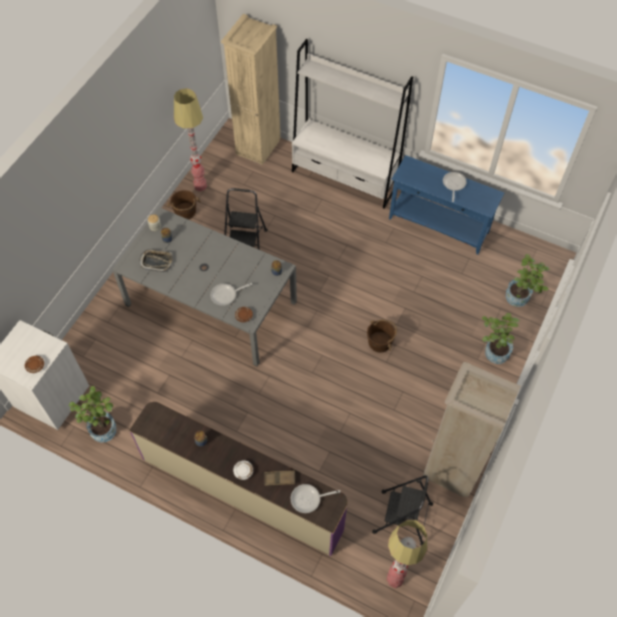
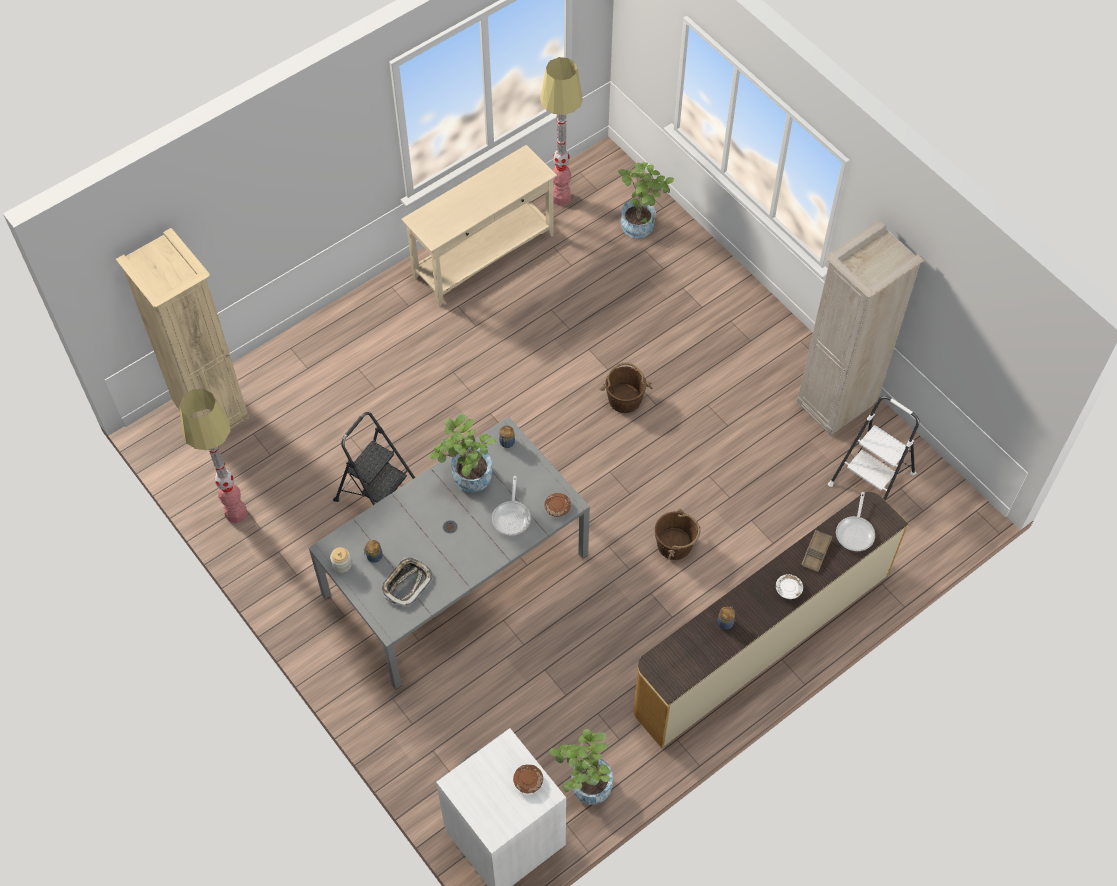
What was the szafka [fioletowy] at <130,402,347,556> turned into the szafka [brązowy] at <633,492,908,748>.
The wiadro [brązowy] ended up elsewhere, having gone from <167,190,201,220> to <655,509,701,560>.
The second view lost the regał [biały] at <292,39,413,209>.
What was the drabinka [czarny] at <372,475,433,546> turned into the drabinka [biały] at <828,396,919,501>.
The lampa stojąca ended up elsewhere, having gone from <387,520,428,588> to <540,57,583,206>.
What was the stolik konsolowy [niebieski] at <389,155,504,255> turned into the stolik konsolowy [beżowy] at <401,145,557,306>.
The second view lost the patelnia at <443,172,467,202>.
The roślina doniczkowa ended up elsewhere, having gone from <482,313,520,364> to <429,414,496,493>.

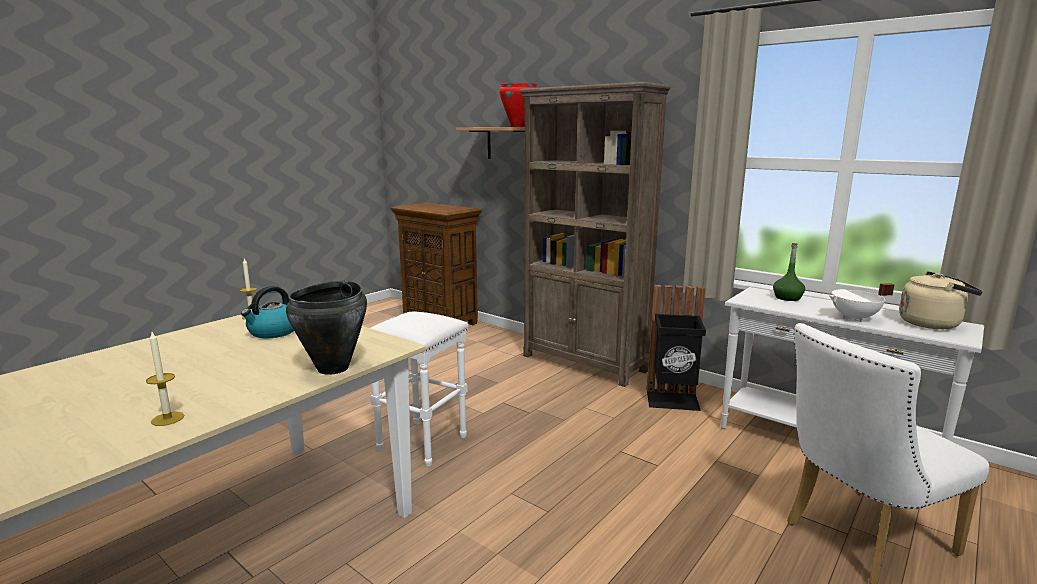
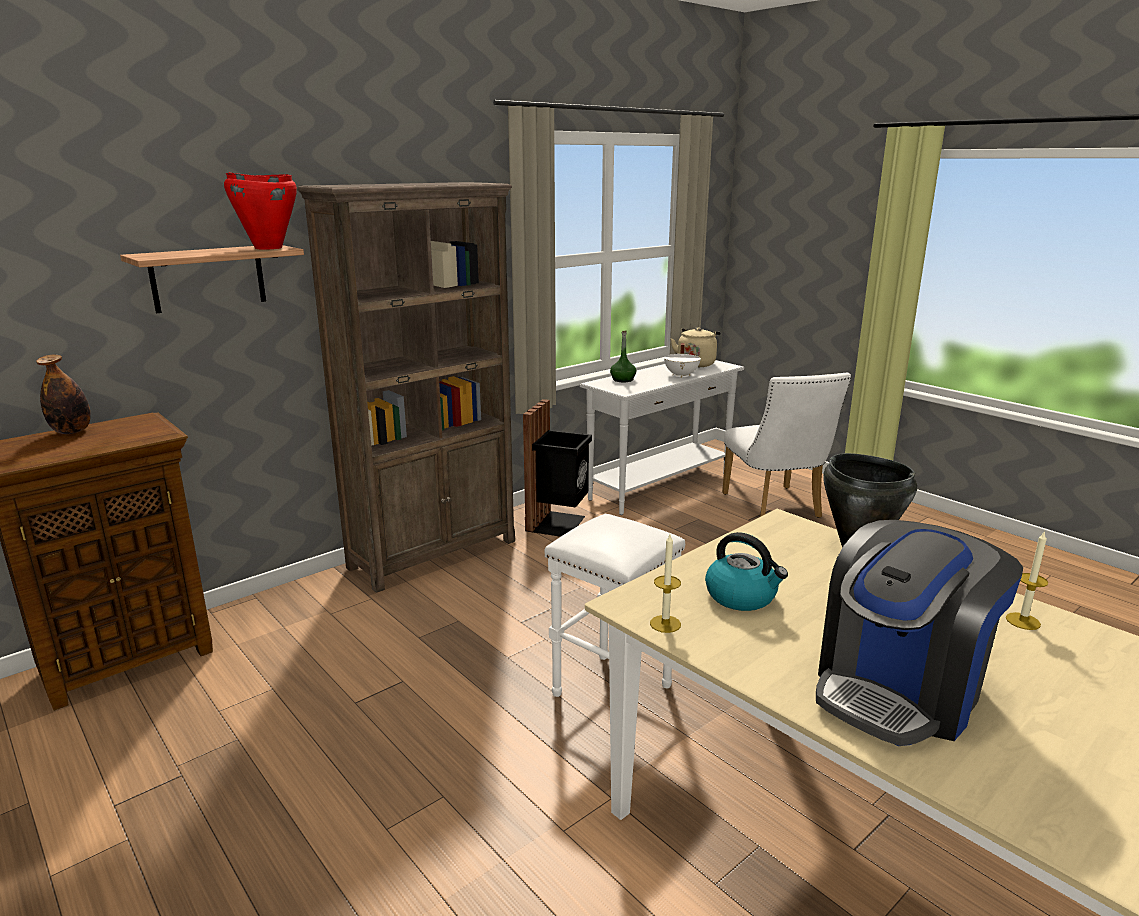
The second view gained the butelka at <36,355,91,434>.
The second view gained the ekspres do kawy at <816,520,1023,746>.

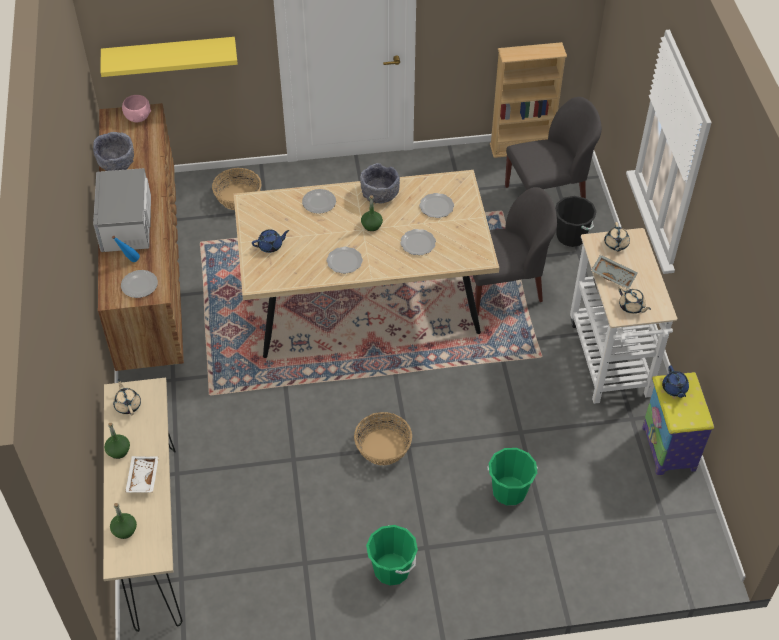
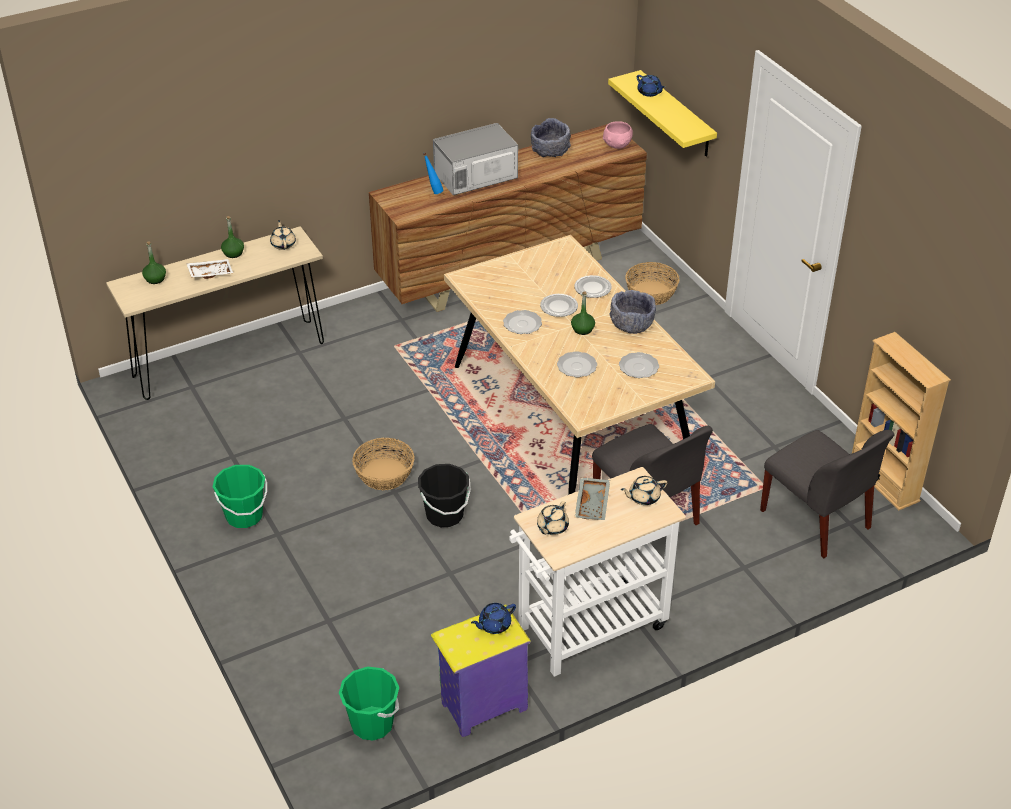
The imbryk [beżowy] at <113,379,141,415> ended up facing another way, 60 degrees counterclockwise from before.
The talerz ended up elsewhere, having gone from <121,270,158,298> to <540,294,578,317>.
The imbryk [niebieski] ended up elsewhere, having gone from <252,229,289,253> to <637,75,665,97>.
The wiadro [zielony] ended up elsewhere, having gone from <487,448,538,506> to <339,667,399,740>.
The wiadro [czarny] ended up elsewhere, having gone from <555,196,597,247> to <418,464,471,527>.

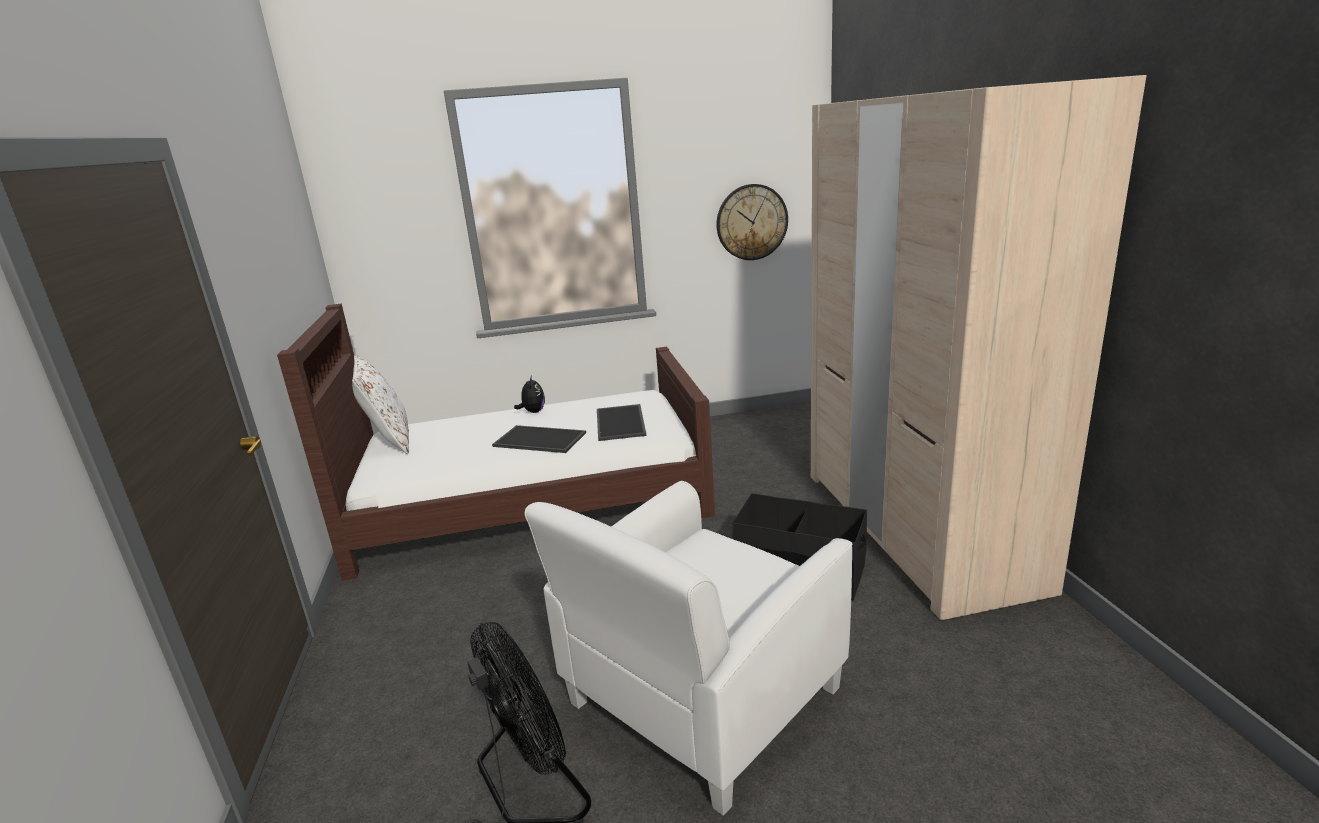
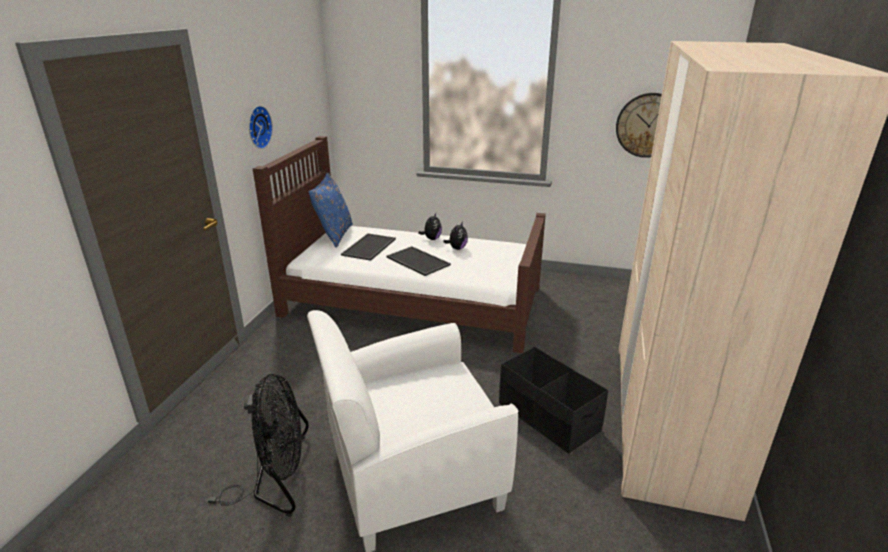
What was the poduszka [biały] at <352,354,409,454> turned into the poduszka [niebieski] at <309,173,353,248>.
The taca ended up elsewhere, having gone from <597,404,646,441> to <341,233,396,261>.
The second view gained the zegar ścienny at <249,106,273,149>.
The second view gained the pluszak at <443,222,468,250>.

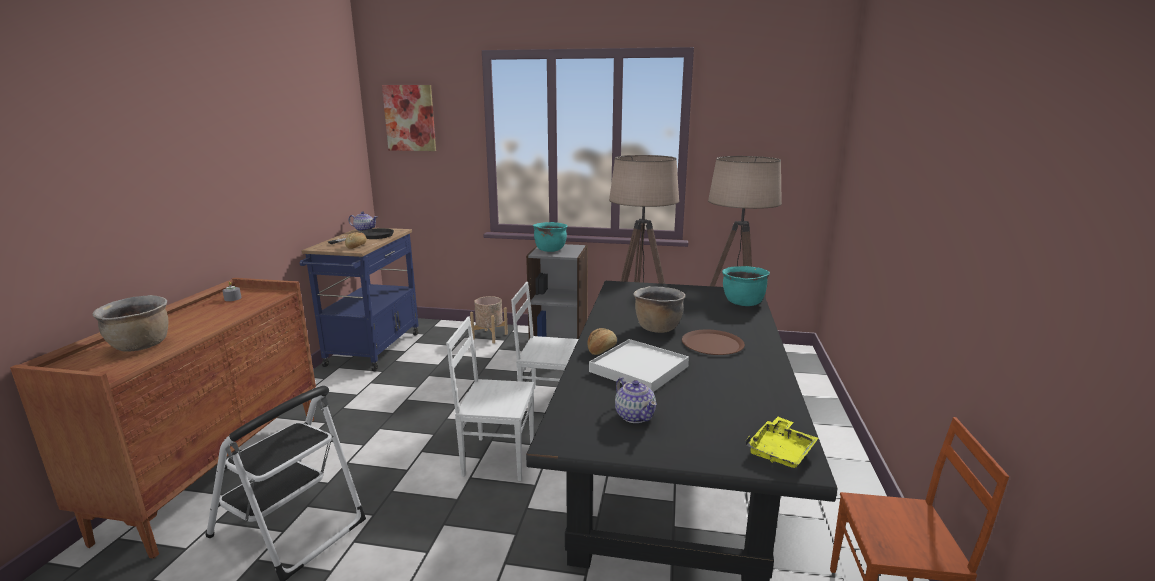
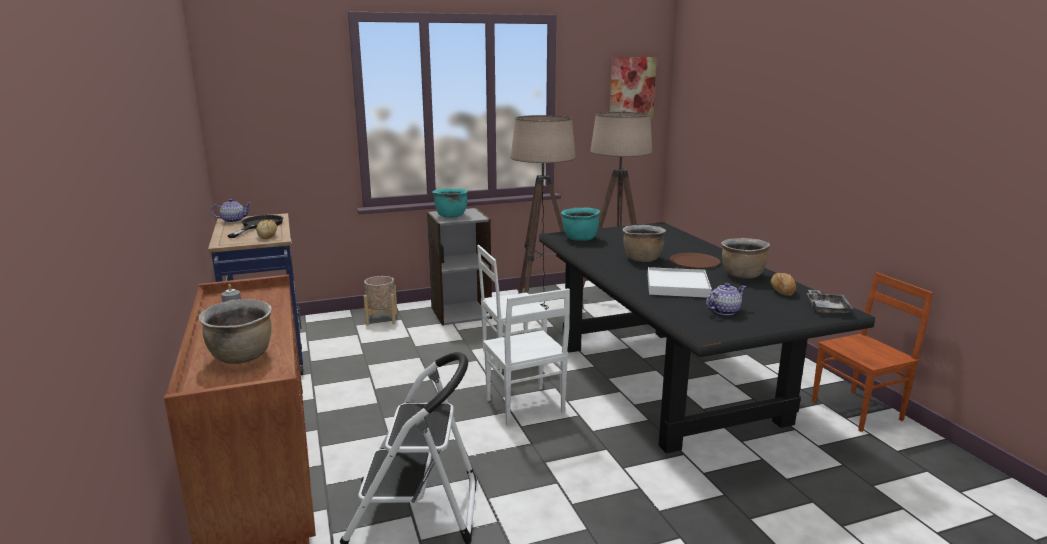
The obraz ended up elsewhere, having gone from <382,85,436,151> to <610,57,657,119>.
The krzesło [biały] at <446,317,534,481> ended up facing another way, 90 degrees counterclockwise from before.
The chleb ended up elsewhere, having gone from <587,328,617,355> to <770,273,796,296>.
The imbryk at <615,377,657,423> ended up facing another way, 60 degrees counterclockwise from before.
The garnek [turkusowy] ended up elsewhere, having gone from <722,266,770,306> to <561,208,600,241>.
What was the taca [żółty] at <746,417,819,468> turned into the taca [szary] at <807,290,854,314>.
The second view gained the garnek [brązowy] at <721,238,770,279>.

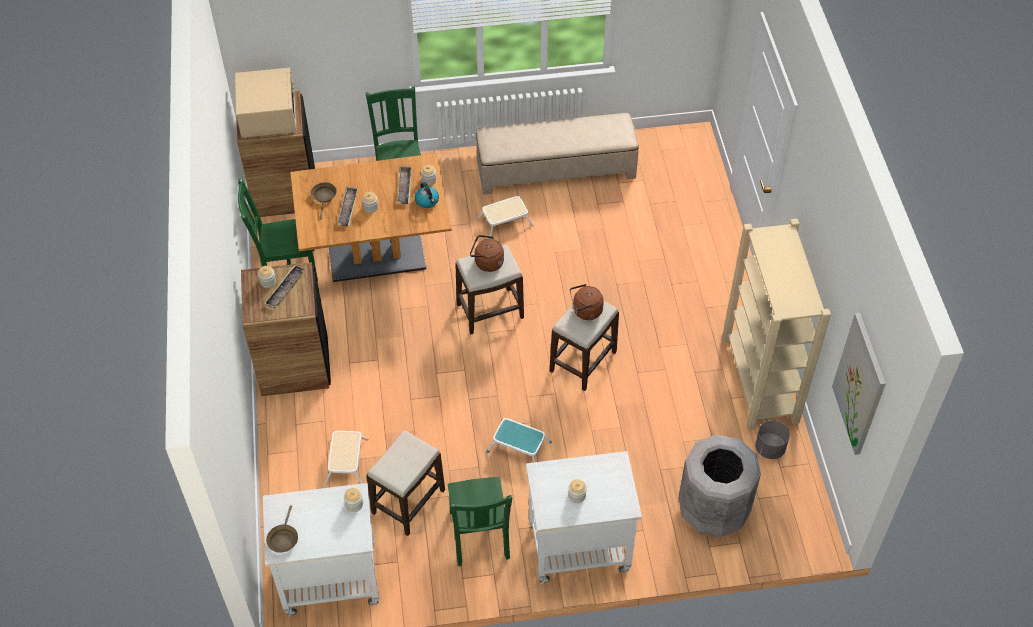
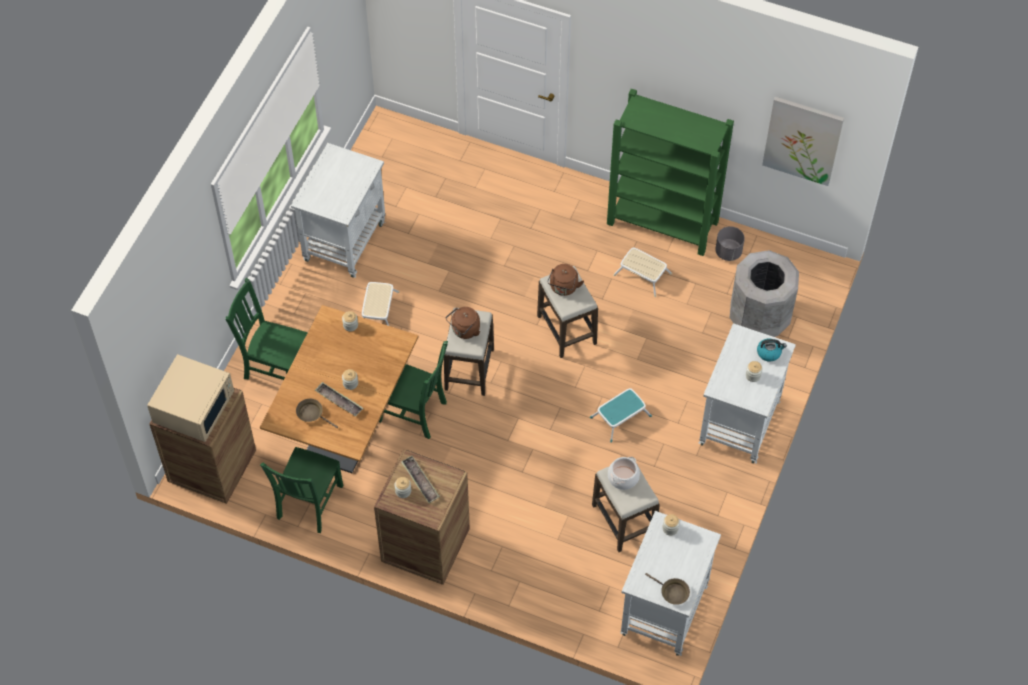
The mikrofalówka [beżowy] at <235,68,297,138> ended up facing another way, 90 degrees clockwise from before.
The drabinka [beżowy] ended up elsewhere, having gone from <324,431,369,486> to <613,247,672,297>.
The second view lost the taca at <397,166,412,204>.
The czajnik ended up elsewhere, having gone from <415,182,439,208> to <757,338,787,362>.
The krzesło [zielony] ended up elsewhere, having gone from <448,477,512,566> to <379,341,448,439>.
Where the ławka [beżowy] stood at <476,113,639,195>, the wózek [biały] came to stand at <291,143,385,278>.
What was the regał [beżowy] at <722,219,831,430> turned into the regał [zielony] at <607,89,734,256>.
The second view gained the garnek at <608,457,640,490>.

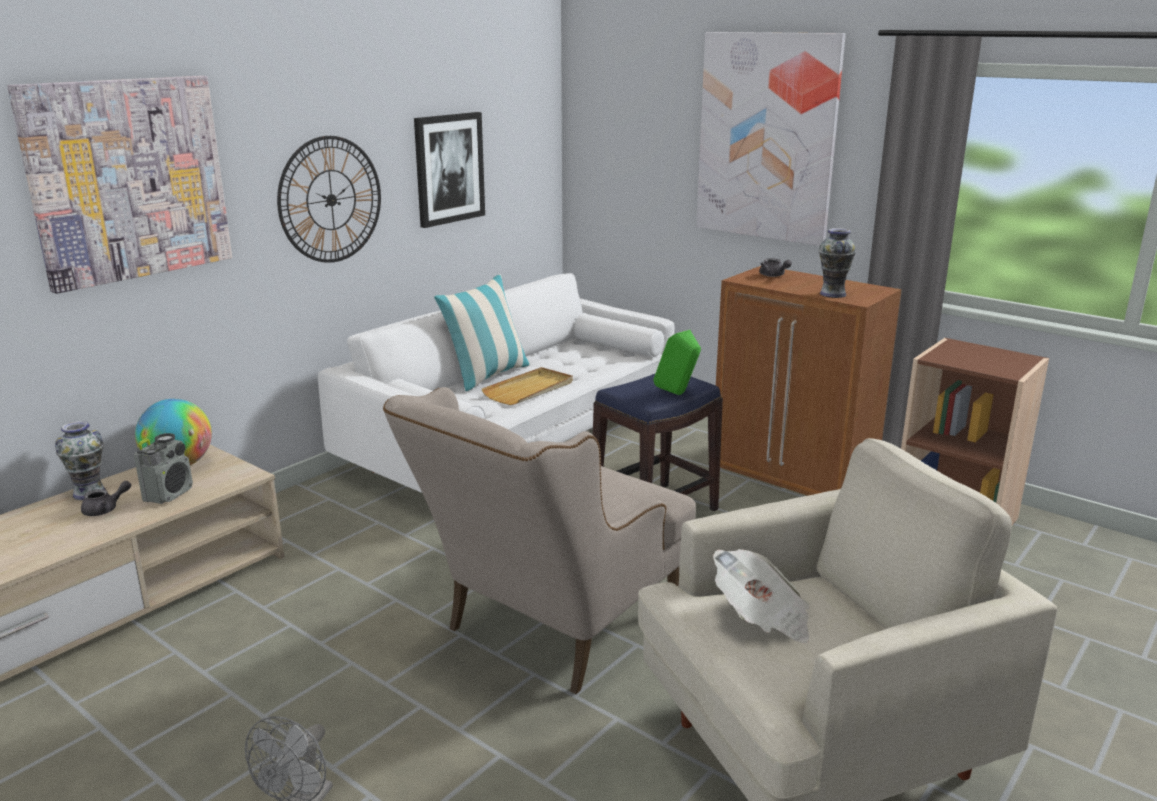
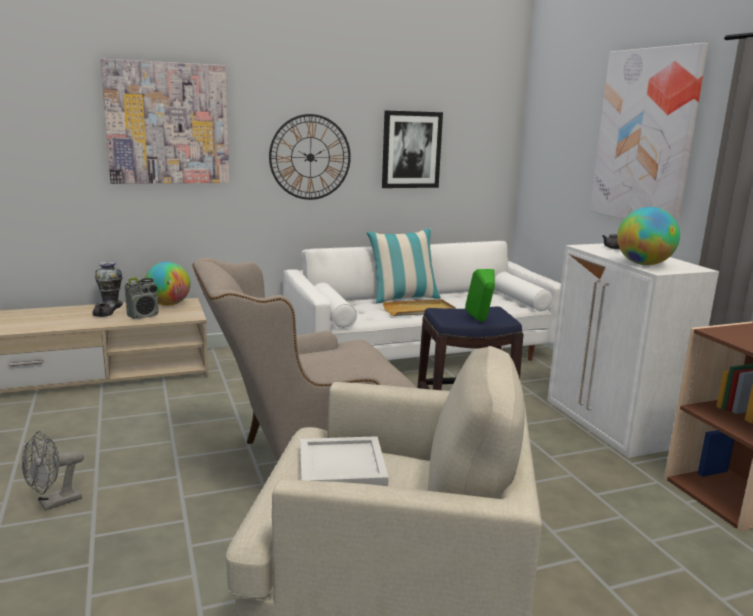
Where the gazeta stood at <713,549,810,644>, the taca [biały] came to stand at <300,436,389,486>.
What was the szafka [brązowy] at <716,266,902,496> turned into the szafka [biały] at <547,243,719,458>.
Where the wazon stood at <818,228,856,298>, the globus came to stand at <617,207,680,265>.

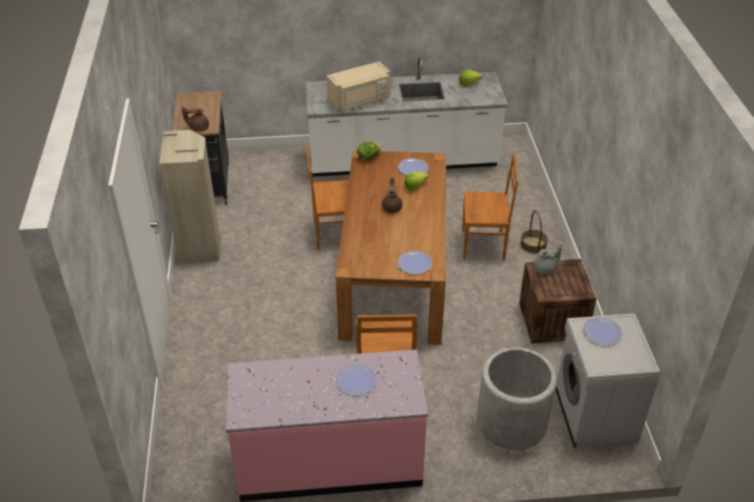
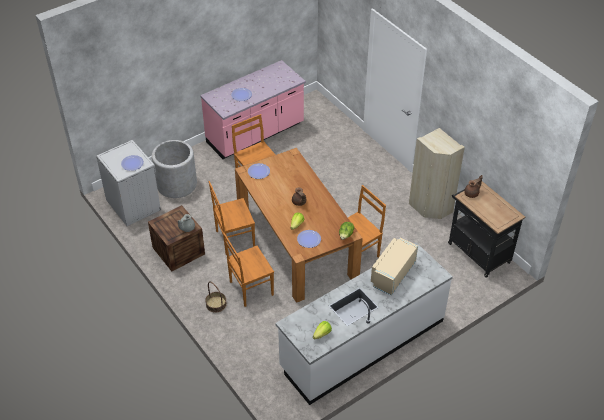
The second view gained the krzesło [brązowy] at <209,181,255,255>.

